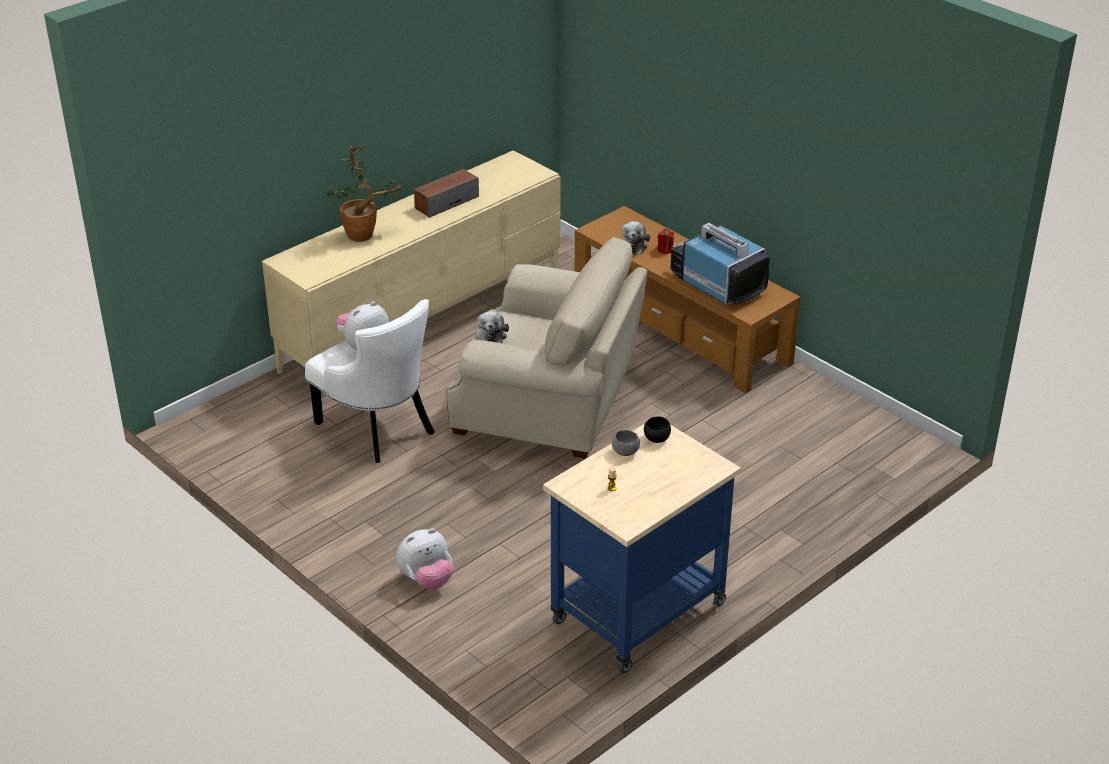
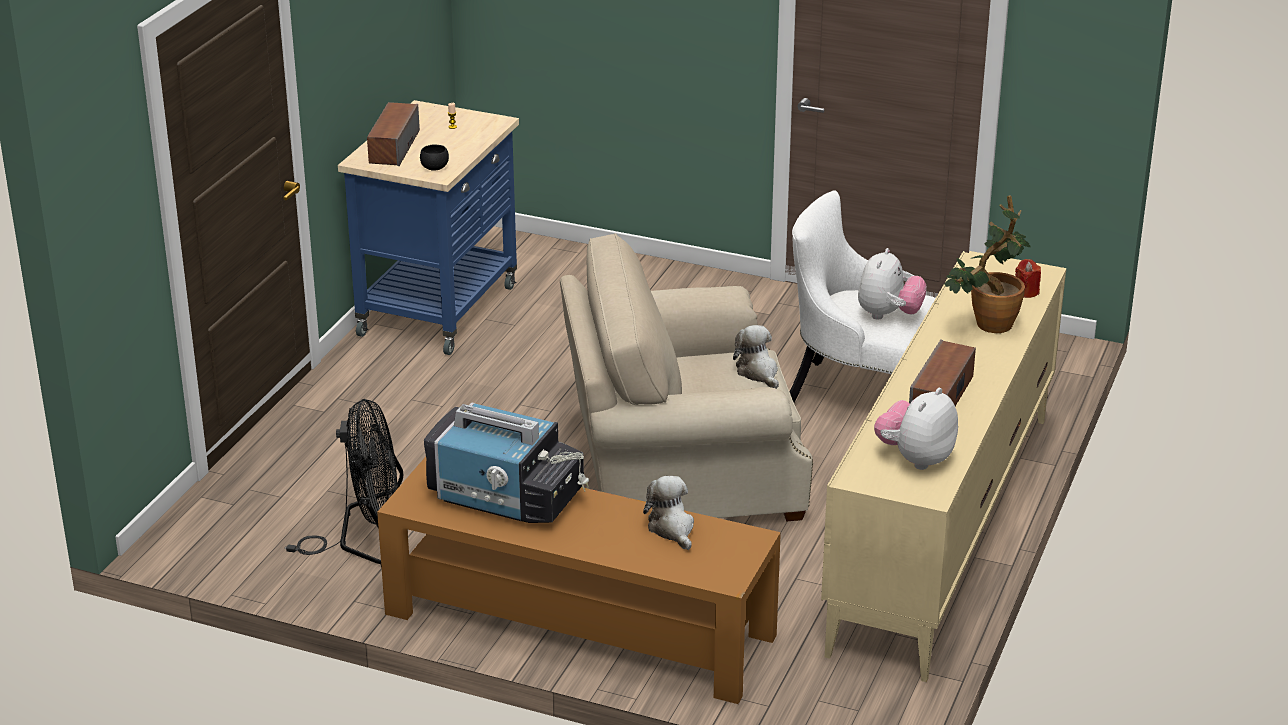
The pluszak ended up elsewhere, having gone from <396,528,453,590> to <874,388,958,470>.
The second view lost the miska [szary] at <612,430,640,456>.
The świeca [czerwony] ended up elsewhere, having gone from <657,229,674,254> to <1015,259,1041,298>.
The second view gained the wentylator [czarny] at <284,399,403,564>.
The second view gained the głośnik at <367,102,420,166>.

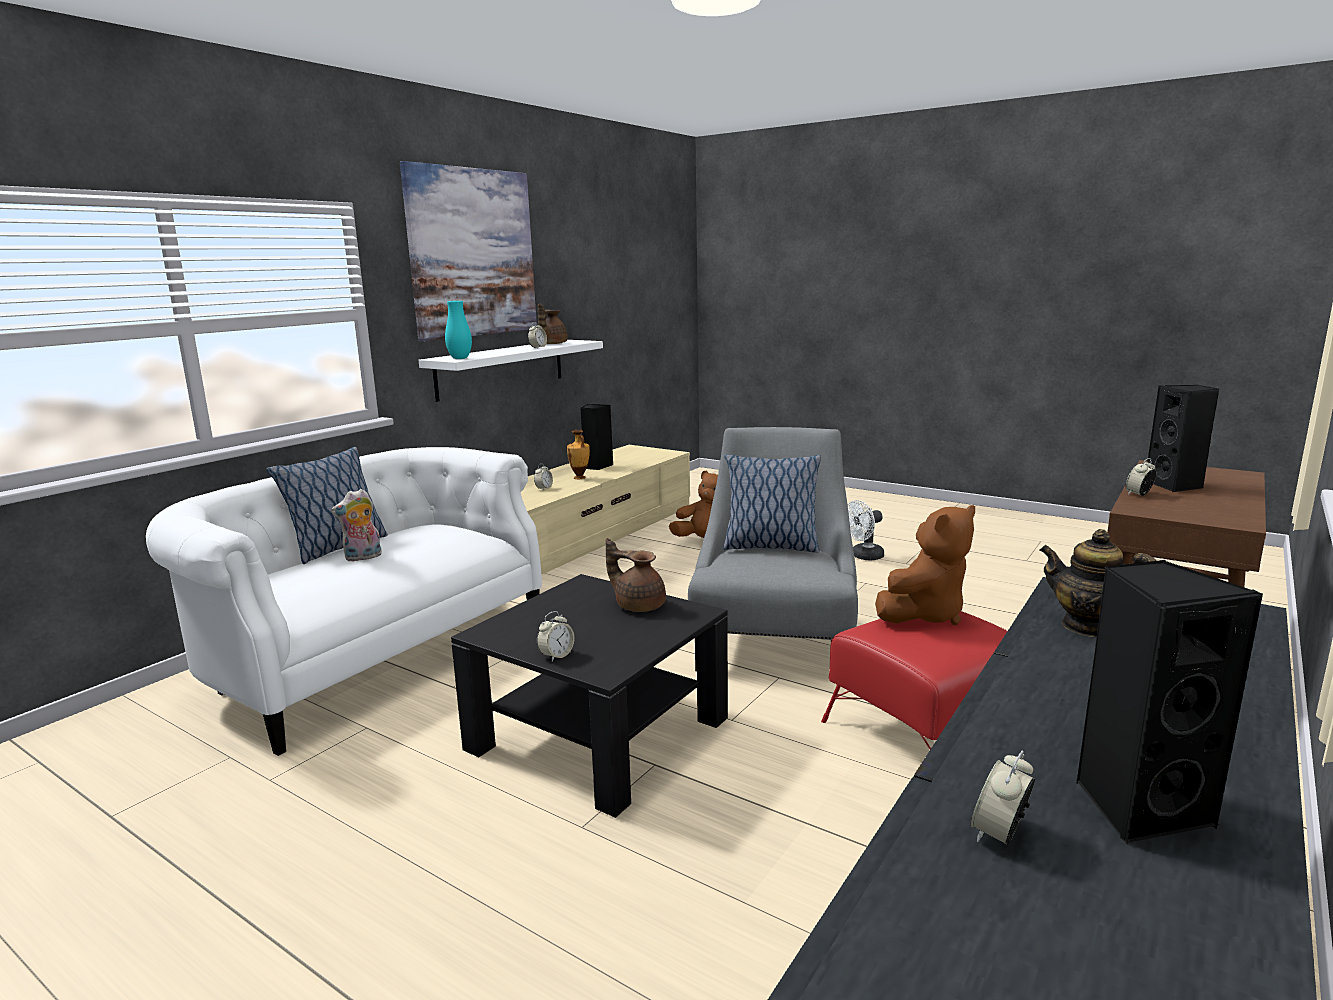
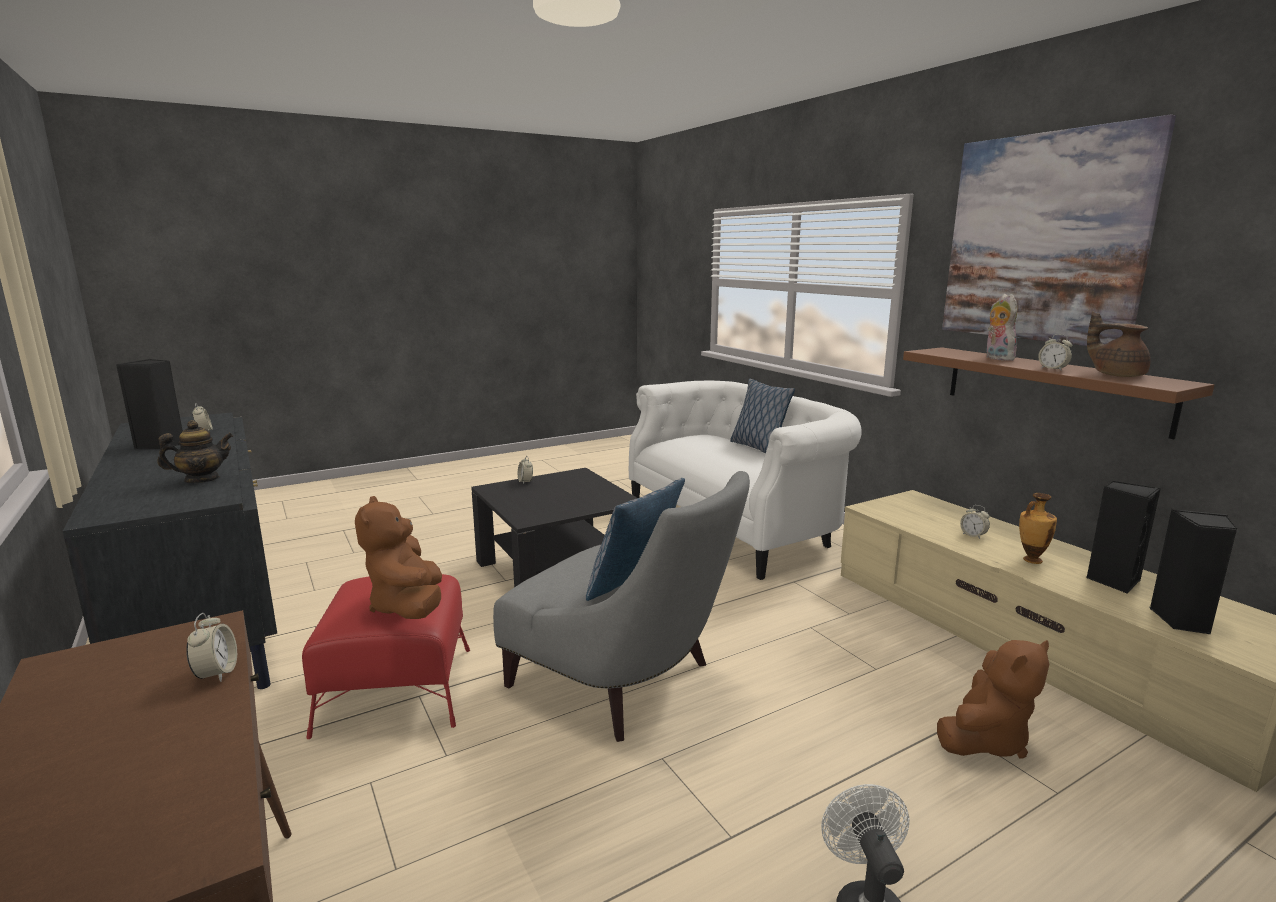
The pluszak ended up elsewhere, having gone from <331,489,382,562> to <986,294,1017,361>.
What was the półka [biały] at <418,340,603,402> turned into the półka [brązowy] at <903,347,1214,439>.
The second view lost the wazon [turkusowy] at <445,301,472,359>.
The second view lost the imbryk [brązowy] at <605,538,666,612>.
The głośnik [czarny] ended up elsewhere, having gone from <1147,385,1219,492> to <1150,509,1238,634>.

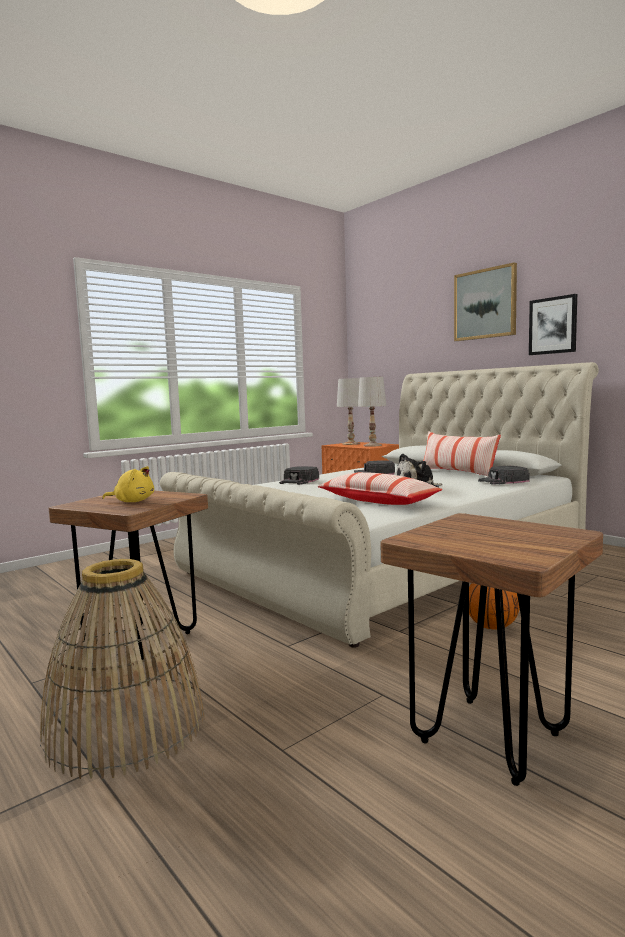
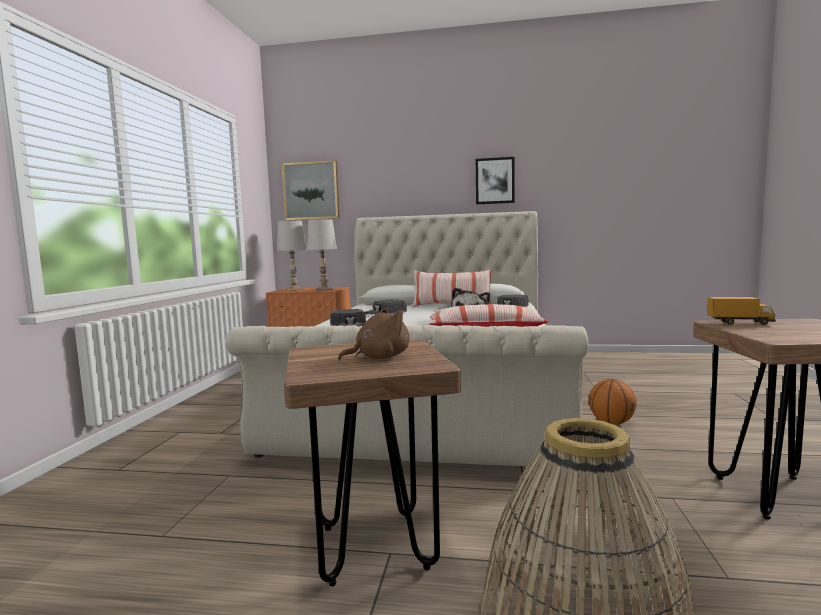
What was the pluszak [żółty] at <102,466,154,502> turned into the pluszak [brązowy] at <338,308,410,360>.
The obraz ended up elsewhere, having gone from <454,263,517,341> to <281,160,340,220>.
The second view gained the ciężarówka zabawkowa at <707,297,776,325>.

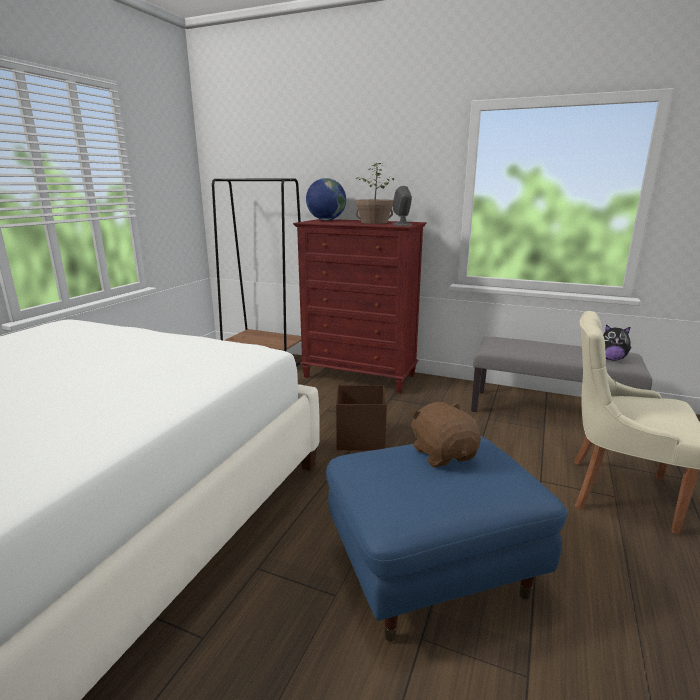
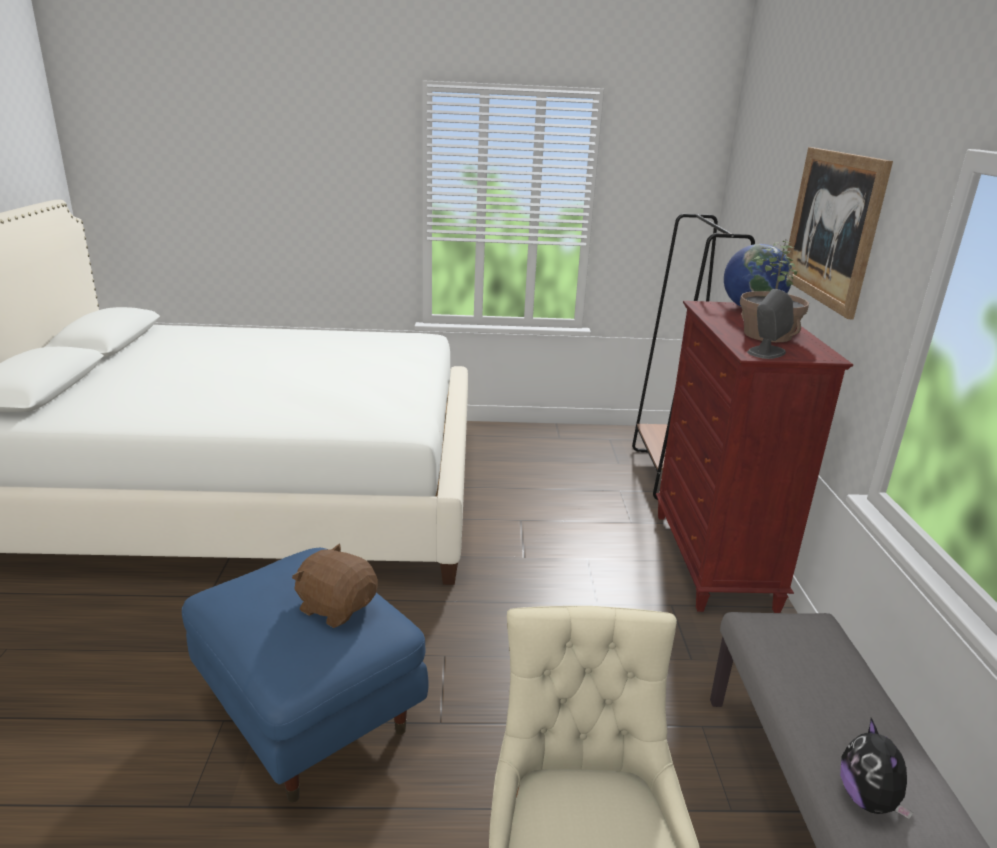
The second view lost the pojemnik do przechowywania [brązowy] at <336,385,387,451>.
The pluszak [brązowy] at <410,402,481,467> ended up facing another way, 105 degrees counterclockwise from before.
The second view gained the obraz at <786,147,893,319>.

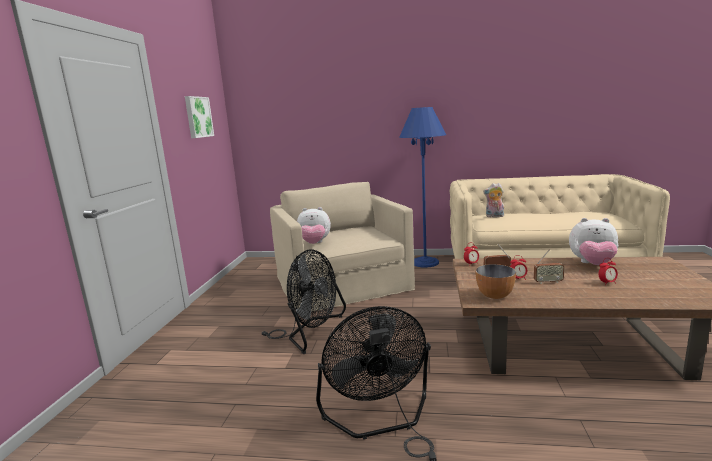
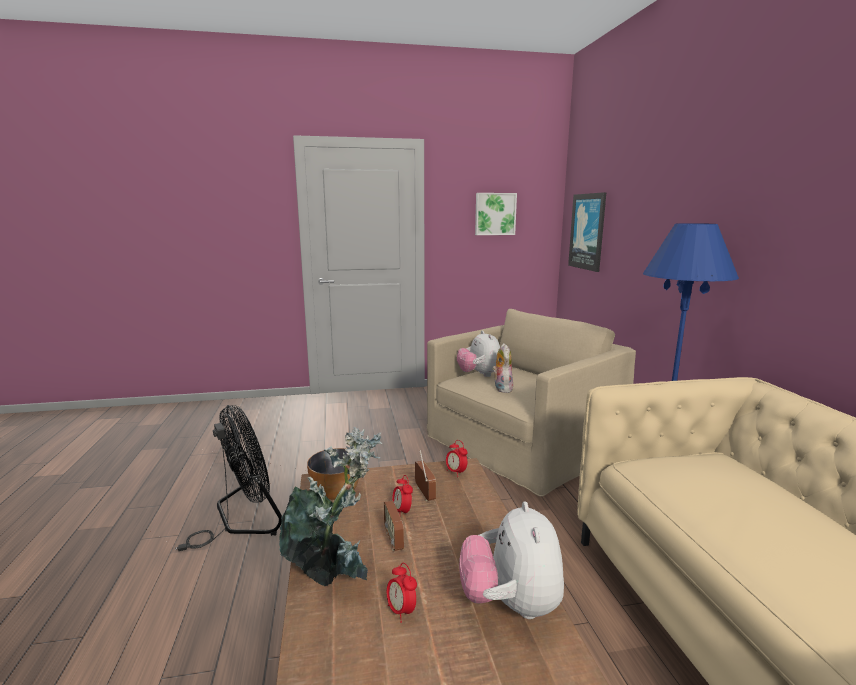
The second view lost the wentylator [czarny] at <261,249,346,354>.
The pluszak ended up elsewhere, having gone from <483,183,504,218> to <492,343,513,393>.
The second view gained the roślina doniczkowa at <279,427,382,586>.
The second view gained the obraz at <568,192,606,272>.

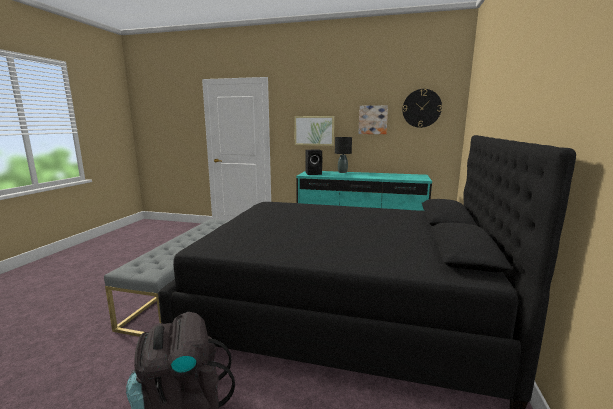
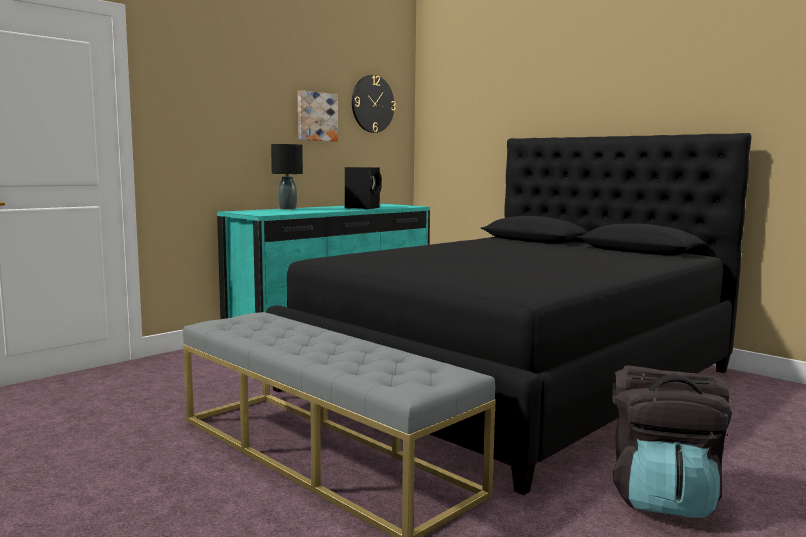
The second view lost the obraz at <294,116,334,146>.
The głośnik [czarny] ended up elsewhere, having gone from <306,150,322,175> to <345,167,382,209>.

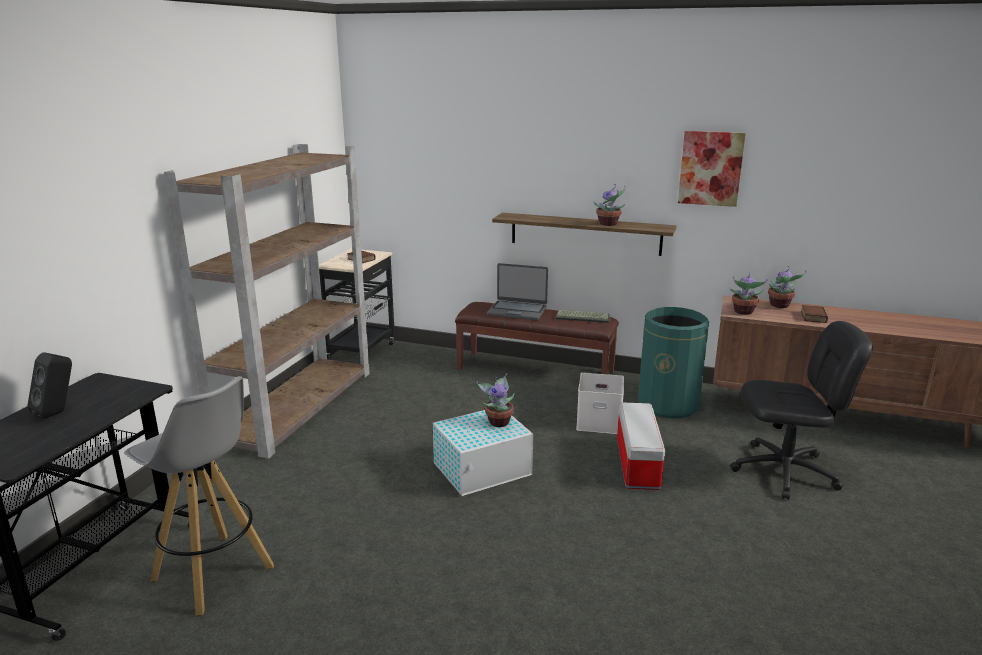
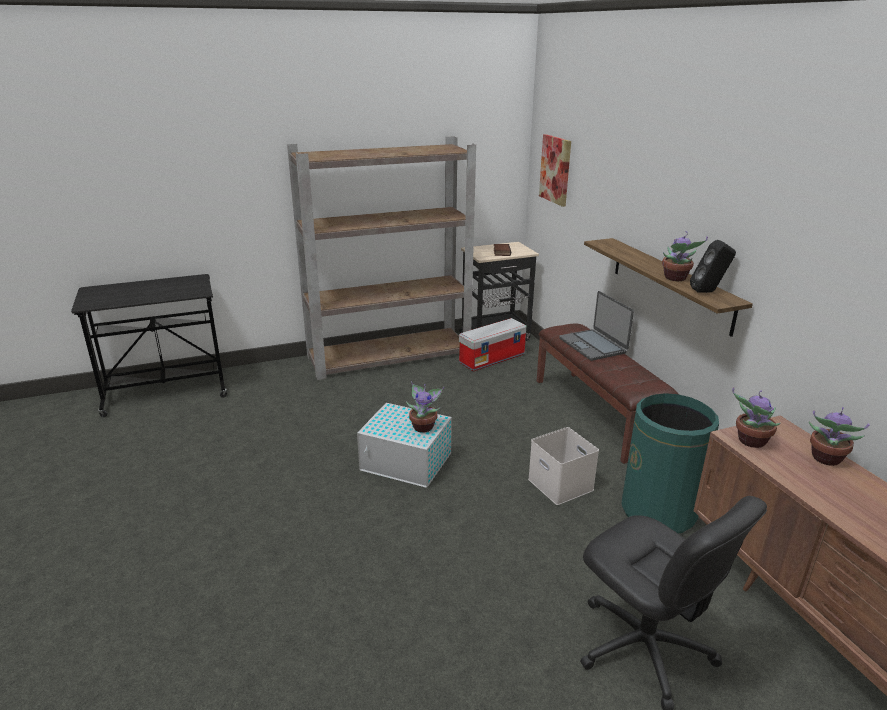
The głośnik [czarny] ended up elsewhere, having gone from <28,352,72,420> to <690,240,736,293>.
The second view lost the stołek [szary] at <124,376,274,616>.
The second view lost the klawiatura at <556,310,610,323>.
The pojemnik do przechowywania ended up elsewhere, having gone from <617,402,665,490> to <459,318,526,371>.
The obraz ended up elsewhere, having gone from <678,131,746,207> to <539,134,571,207>.
The second view lost the książka at <801,305,828,323>.

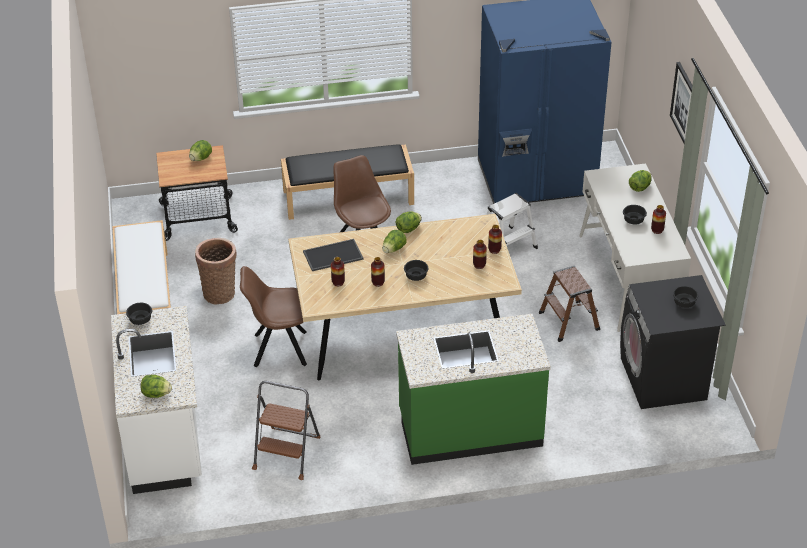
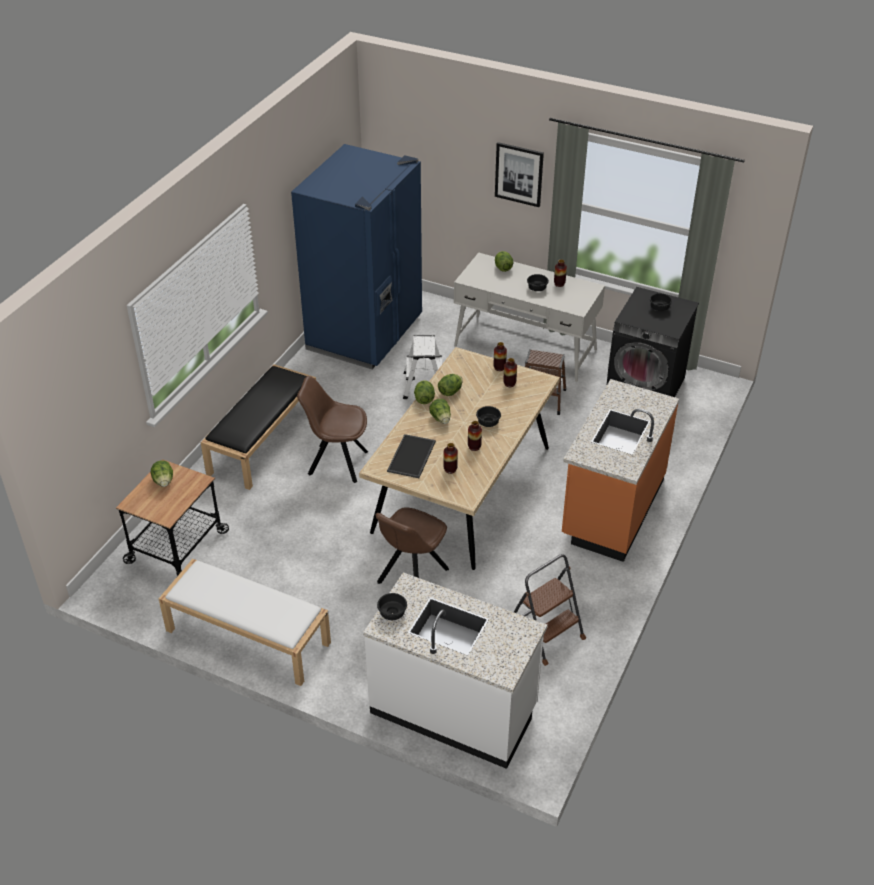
The sałata ended up elsewhere, having gone from <141,375,172,398> to <438,374,463,396>.
The second view lost the koszyk at <195,238,236,305>.
What was the zabudowa kuchenna [zielony] at <396,314,551,465> turned into the zabudowa kuchenna [pomarańczowy] at <562,379,679,562>.

